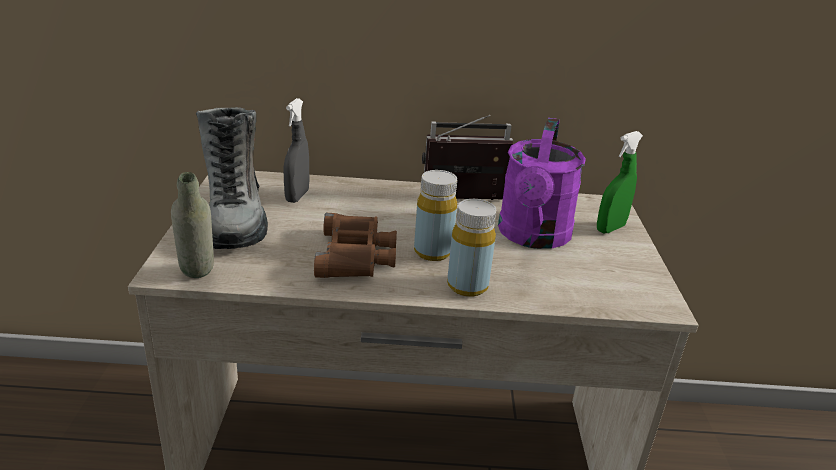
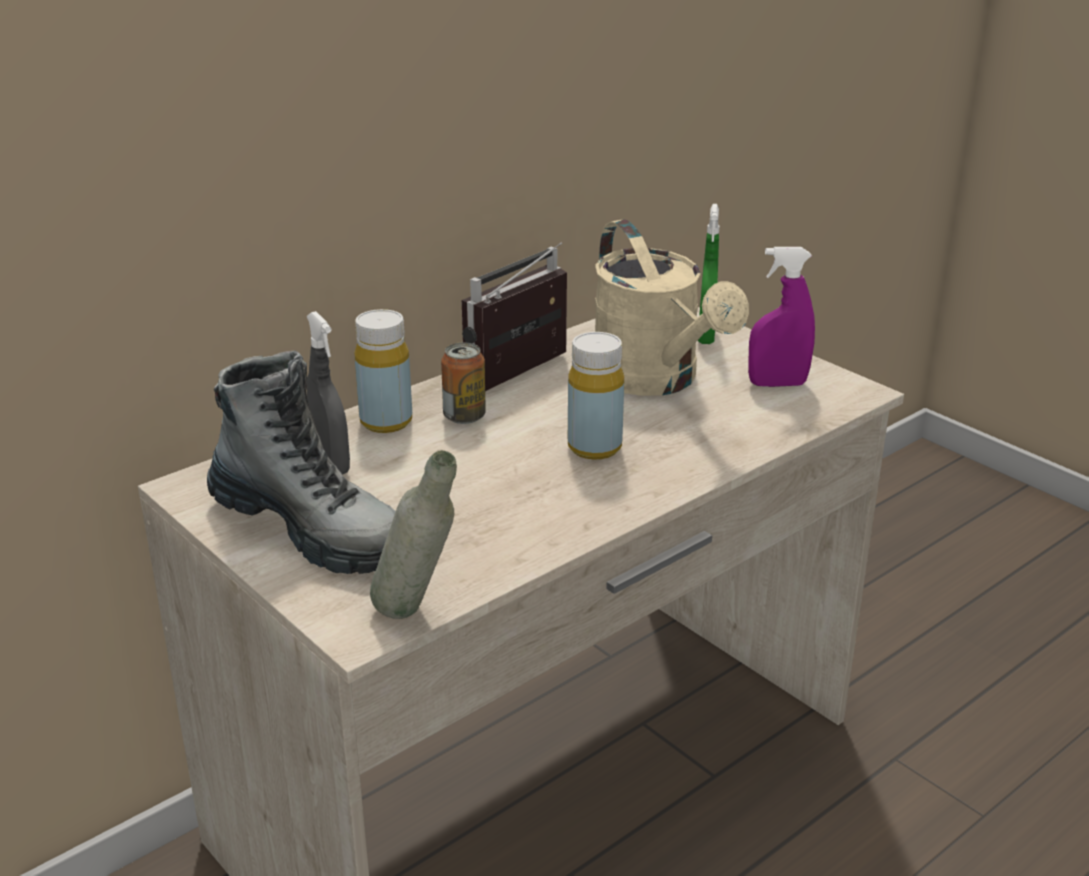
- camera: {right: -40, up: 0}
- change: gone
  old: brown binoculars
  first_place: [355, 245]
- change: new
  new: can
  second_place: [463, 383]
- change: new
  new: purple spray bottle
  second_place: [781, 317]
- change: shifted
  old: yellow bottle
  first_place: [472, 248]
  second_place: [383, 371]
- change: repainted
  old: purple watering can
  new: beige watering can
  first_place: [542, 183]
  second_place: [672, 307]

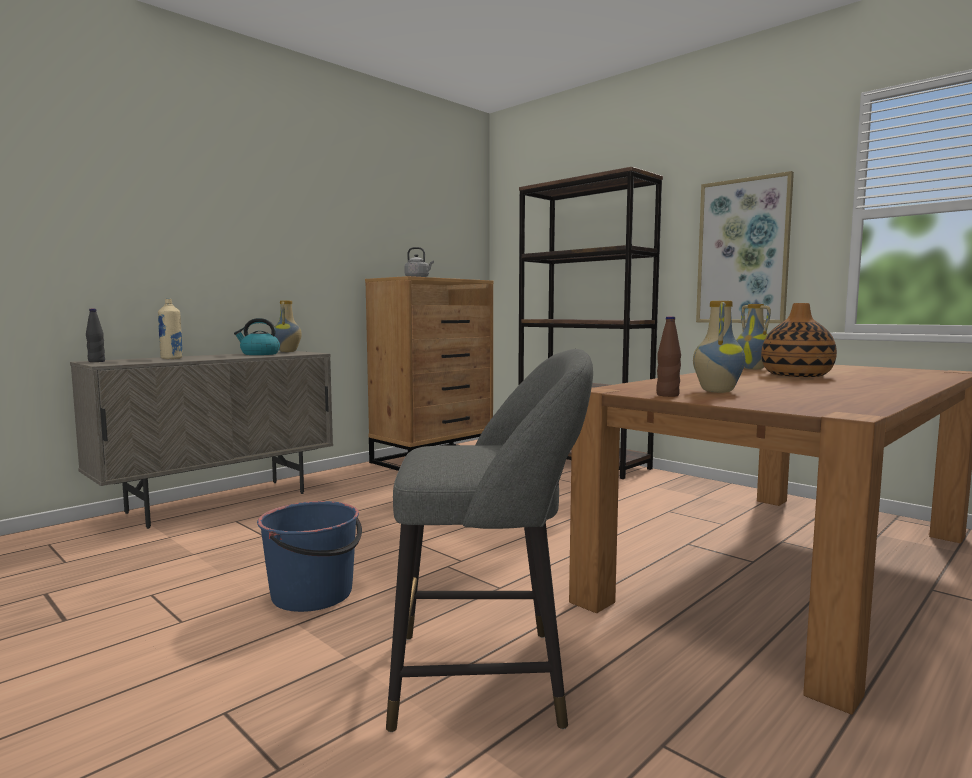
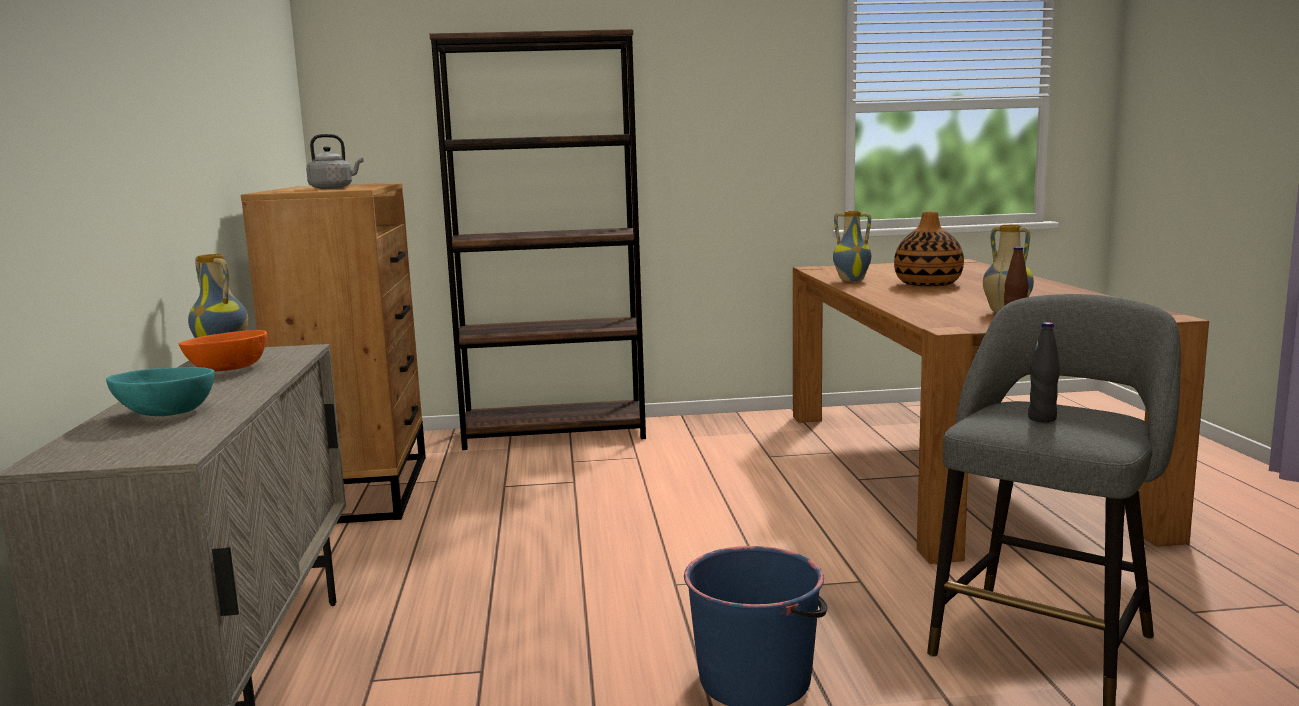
- camera: {right: -50, up: 5}
- change: gone
  old: picture
  first_place: [745, 247]
- change: shifted
  old: black bottle
  first_place: [95, 335]
  second_place: [1044, 372]
- change: swapped
  old: beige bottle
  new: turquoise bowl
  first_place: [170, 329]
  second_place: [160, 391]
- change: swapped
  old: kettle
  new: orange bowl
  first_place: [257, 336]
  second_place: [223, 350]

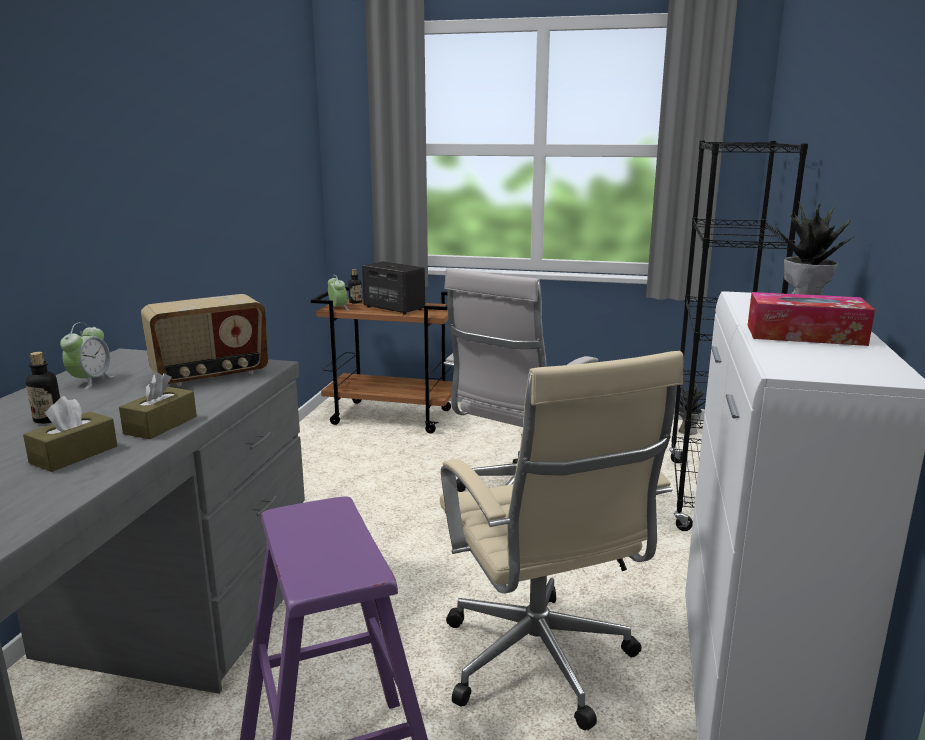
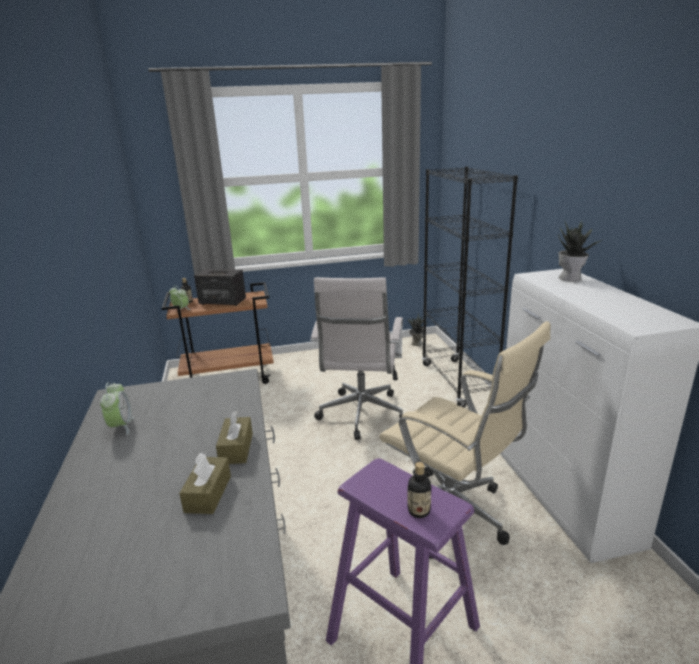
- camera: {right: -25, up: 5}
- change: gone
  old: radio
  first_place: [204, 340]
- change: gone
  old: tissue box
  first_place: [811, 319]
- change: shifted
  old: bottle
  first_place: [43, 388]
  second_place: [419, 490]

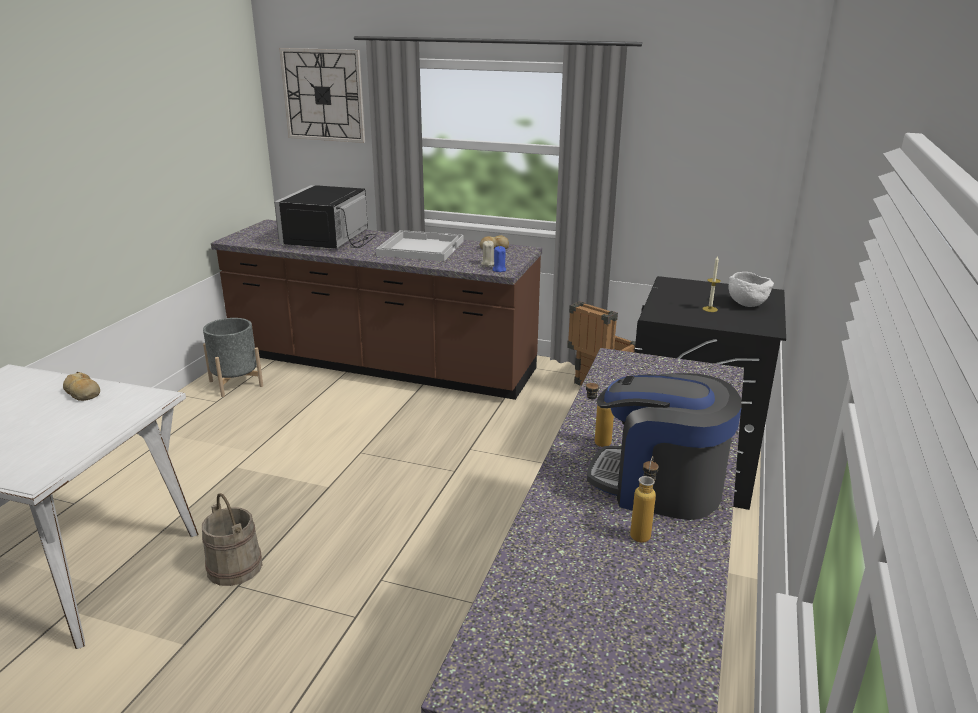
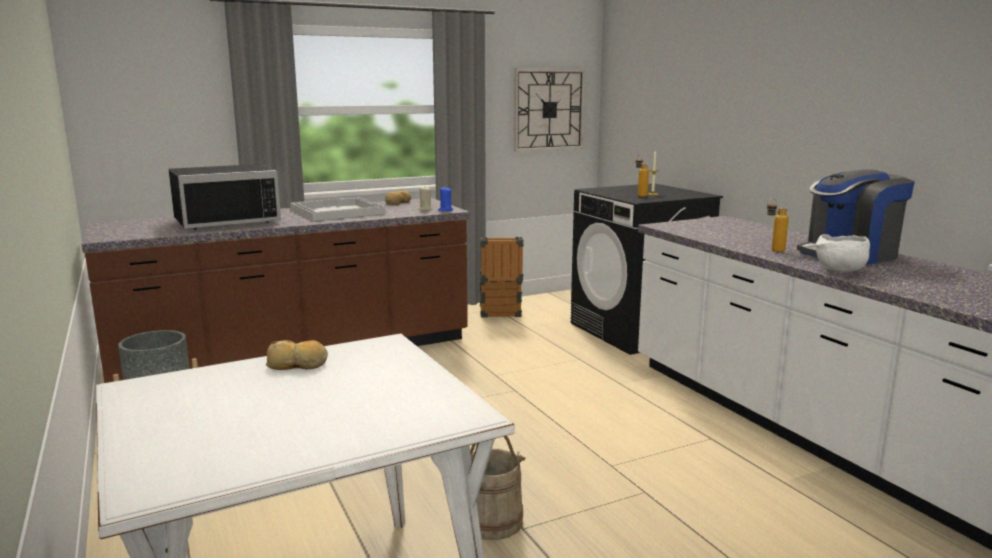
- camera: {right: -45, up: -10}
- change: shifted
  old: wall clock
  first_place: [322, 95]
  second_place: [549, 110]
- change: shifted
  old: bottle
  first_place: [644, 499]
  second_place: [642, 176]
- change: shifted
  old: white bowl
  first_place: [751, 289]
  second_place: [842, 253]
- change: rotated
  old: black microwave
  first_place: [325, 217]
  second_place: [225, 196]
  degrees: -90

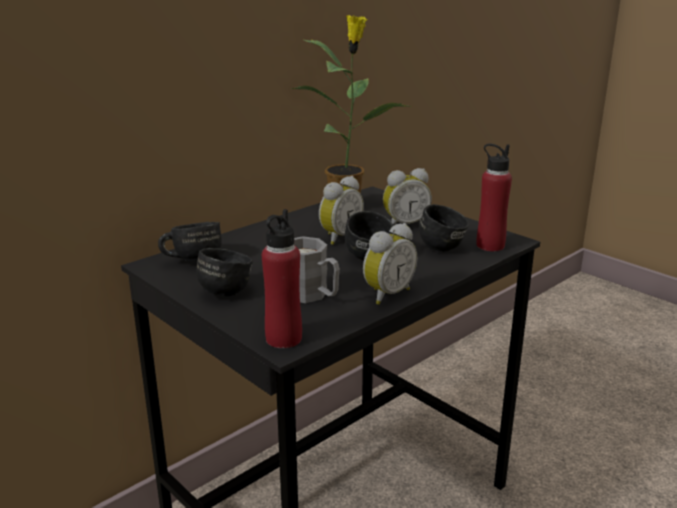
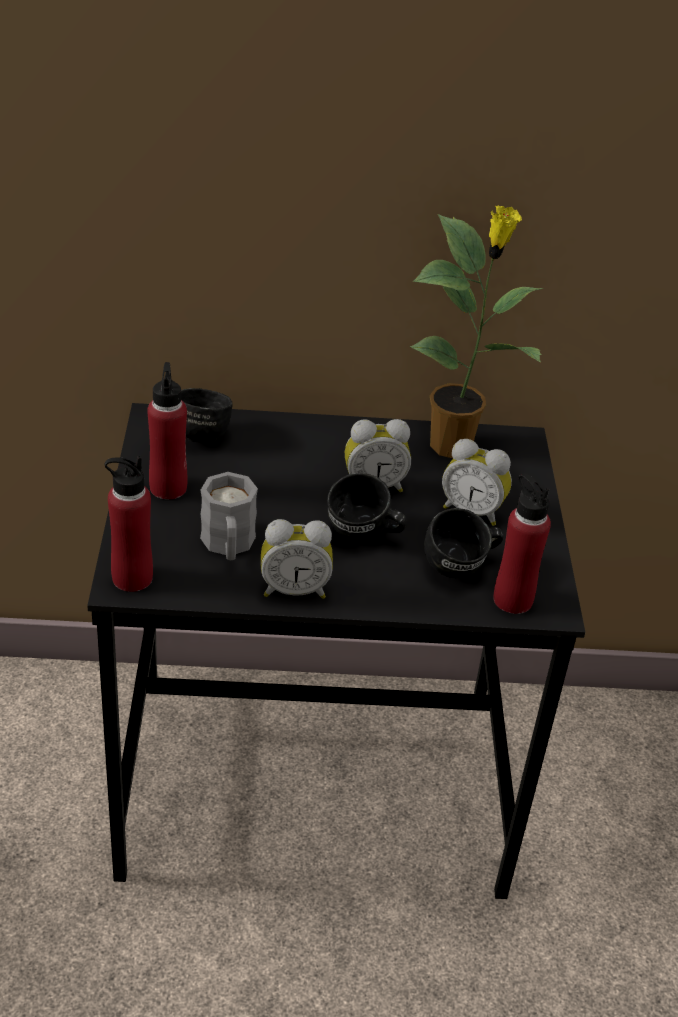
- camera: {right: 40, up: 15}
- change: swapped
  old: black mug
  new: red bottle
  first_place: [224, 272]
  second_place: [167, 430]

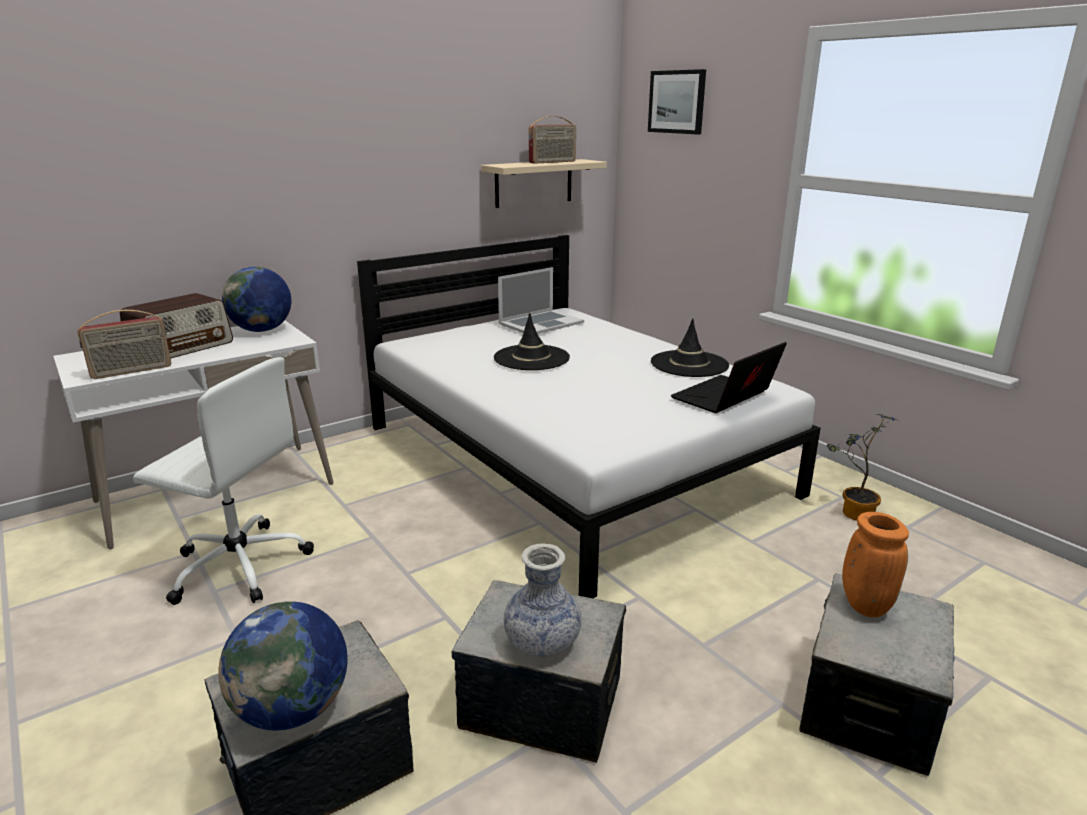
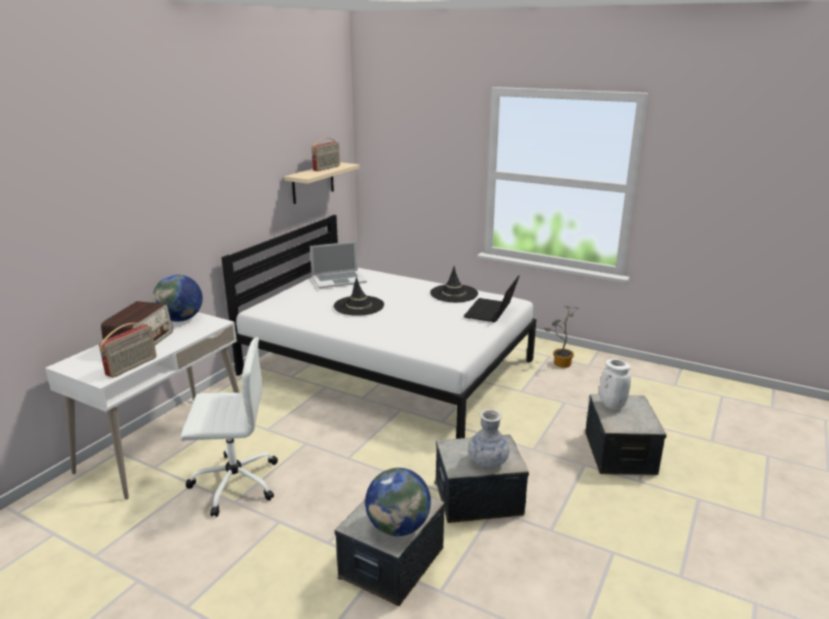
- camera: {right: -25, up: 0}
- change: gone
  old: picture
  first_place: [677, 101]
- change: repainted
  old: orange vase
  new: white vase
  first_place: [875, 564]
  second_place: [615, 384]
- change: rotated
  old: laptop
  first_place: [541, 300]
  second_place: [338, 265]
  degrees: 45

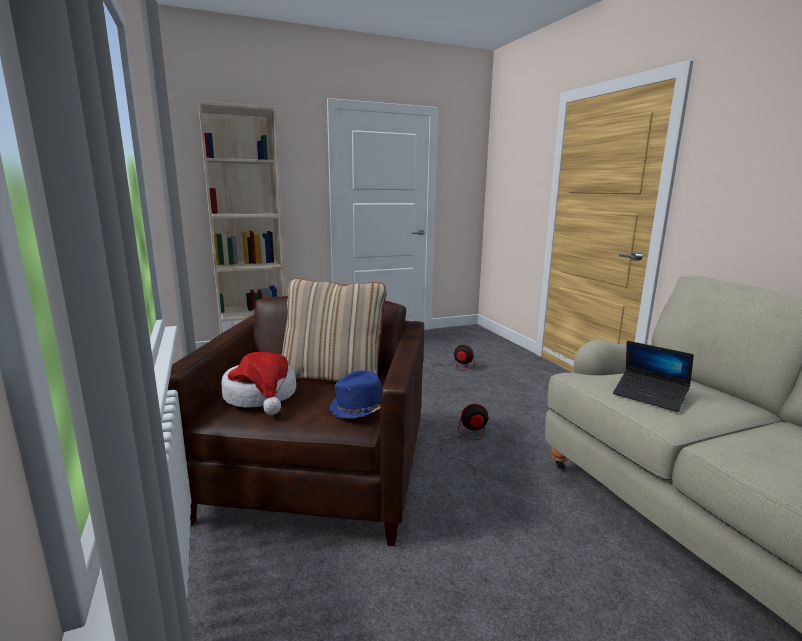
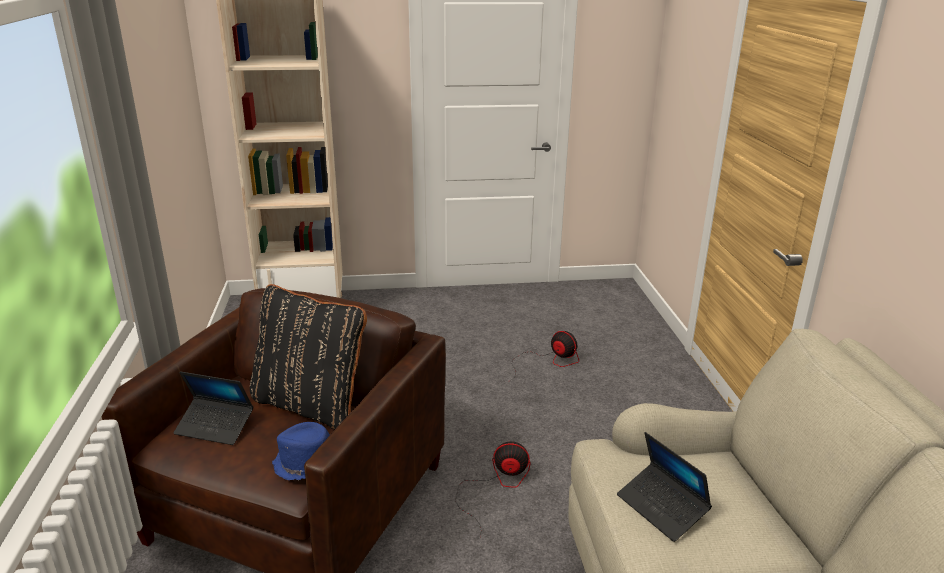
- camera: {right: 15, up: 10}
- change: swapped
  old: hat
  new: laptop
  first_place: [258, 383]
  second_place: [213, 408]
- change: repainted
  old: beige pillow
  new: black pillow
  first_place: [334, 330]
  second_place: [308, 356]

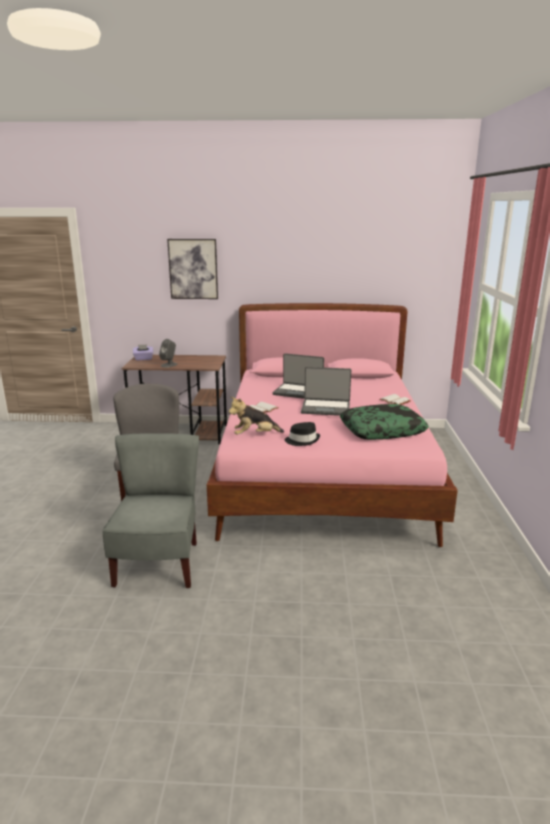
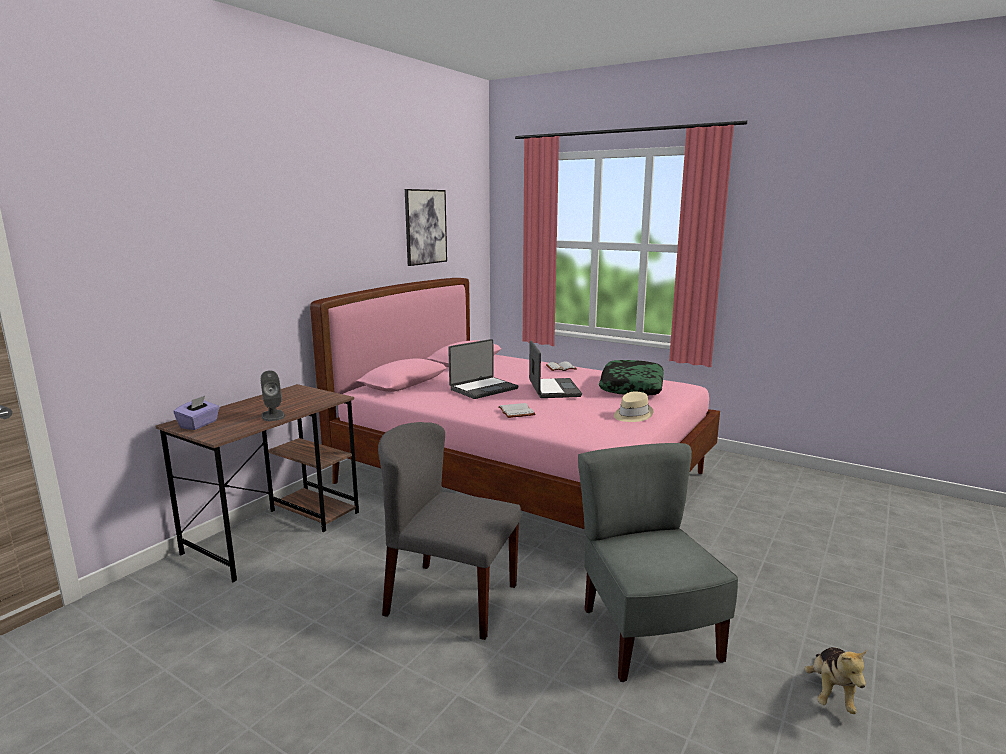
- camera: {right: -60, up: -5}
- change: shifted
  old: picture
  first_place: [192, 269]
  second_place: [426, 227]
- change: shifted
  old: plush toy
  first_place: [256, 416]
  second_place: [836, 680]
- change: repainted
  old: black hat
  new: beige hat
  first_place: [302, 434]
  second_place: [633, 407]
- change: rotated
  old: grey chair
  first_place: [151, 510]
  second_place: [658, 562]
  degrees: 45
- change: rotated
  old: laptop
  first_place: [326, 391]
  second_place: [555, 369]
  degrees: -45

